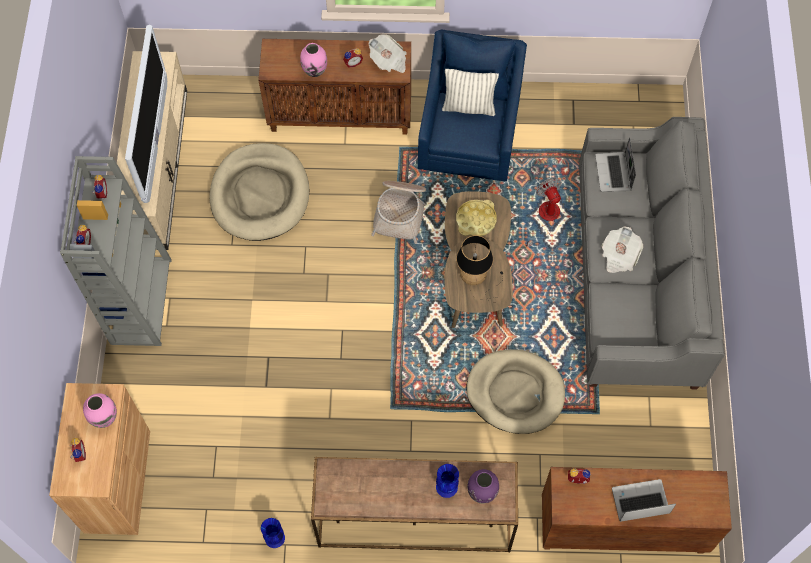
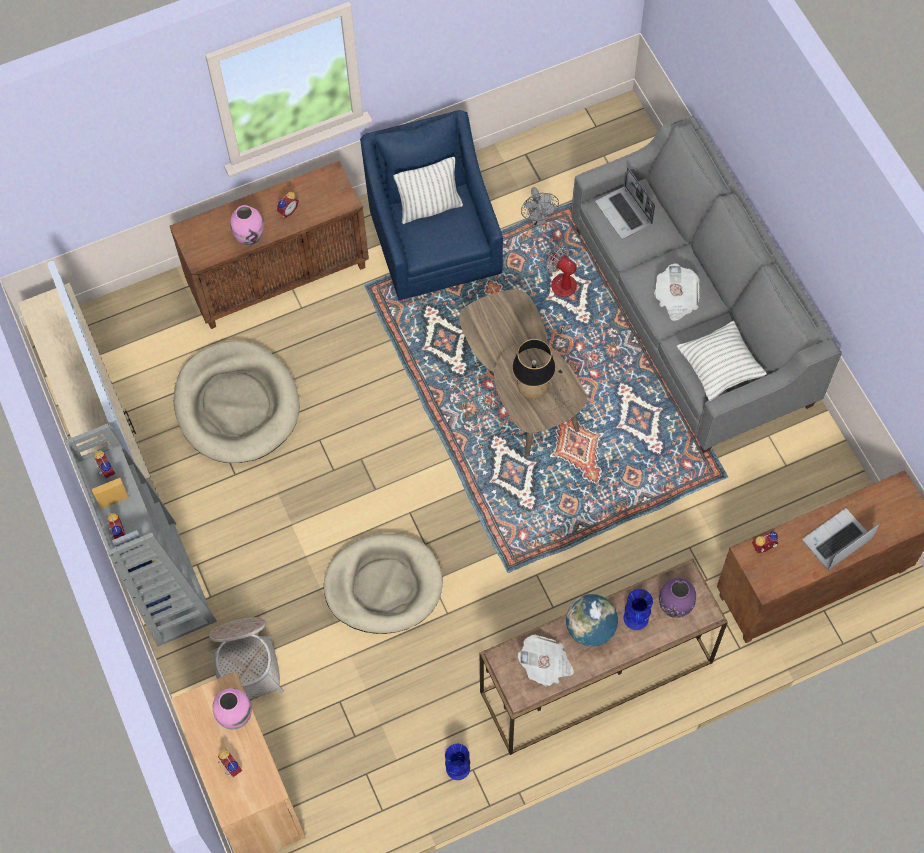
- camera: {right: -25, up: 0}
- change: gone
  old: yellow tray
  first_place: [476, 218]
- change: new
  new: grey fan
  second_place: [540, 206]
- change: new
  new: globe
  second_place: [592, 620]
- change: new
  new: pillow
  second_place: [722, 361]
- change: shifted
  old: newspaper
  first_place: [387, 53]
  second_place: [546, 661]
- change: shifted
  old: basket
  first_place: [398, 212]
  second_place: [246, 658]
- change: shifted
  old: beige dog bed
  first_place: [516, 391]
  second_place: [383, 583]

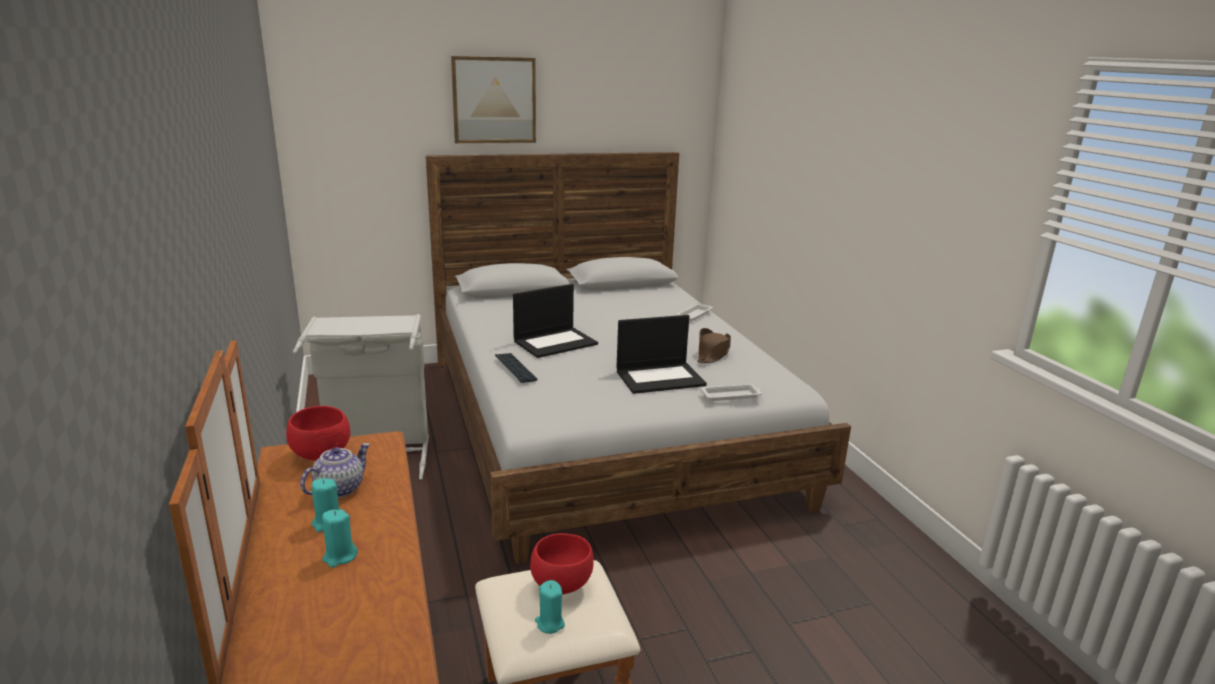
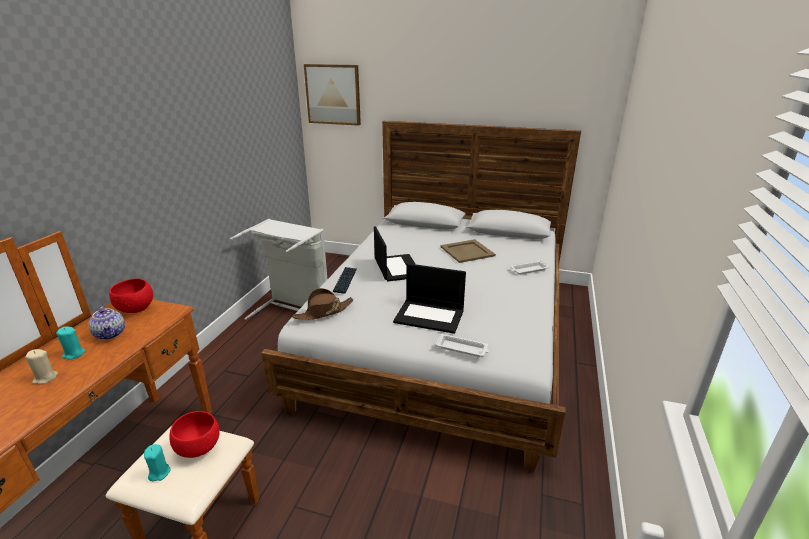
- camera: {right: 35, up: 5}
- change: new
  new: beige tray
  second_place: [468, 251]
- change: shifted
  old: picture
  first_place: [493, 99]
  second_place: [332, 95]
- change: shifted
  old: brown hat
  first_place: [714, 345]
  second_place: [323, 304]
- change: repainted
  old: turquoise candle
  new: beige candle
  first_place: [340, 539]
  second_place: [41, 366]
- change: rotated
  old: teapot
  first_place: [335, 470]
  second_place: [106, 322]
  degrees: 75
- change: rotated
  old: laptop
  first_place: [555, 321]
  second_place: [394, 254]
  degrees: -105

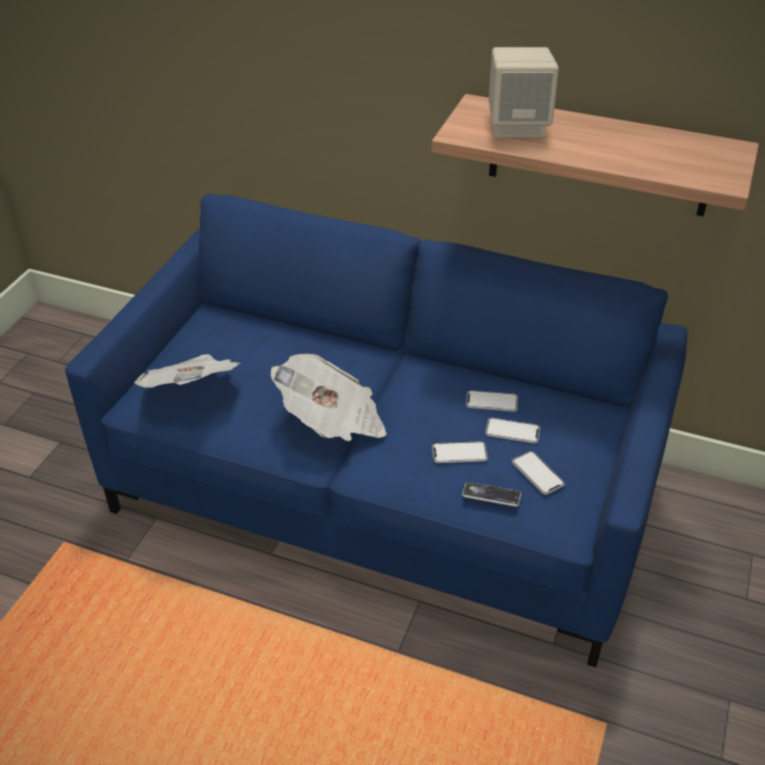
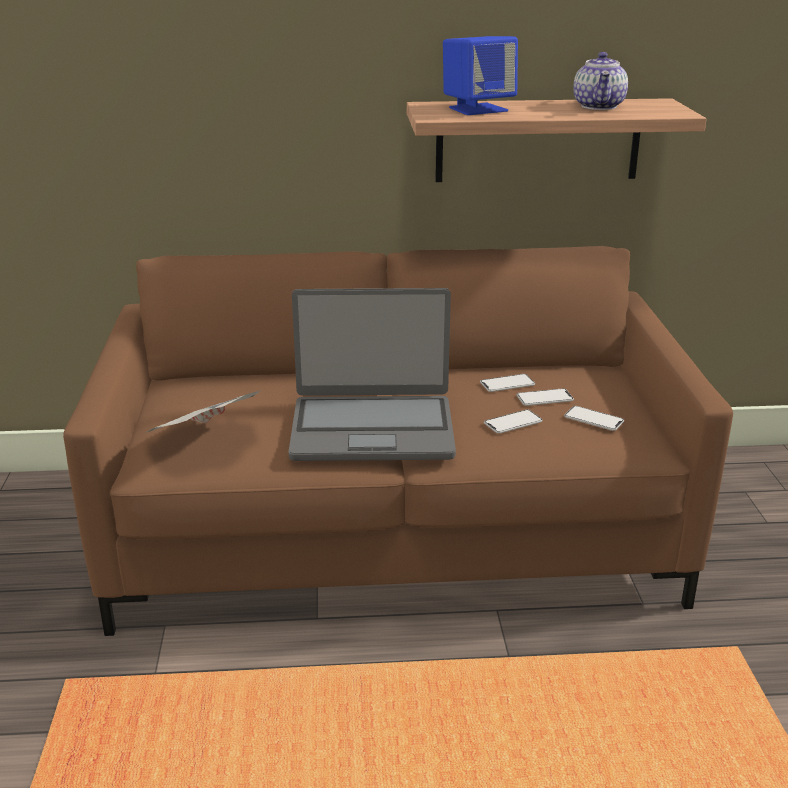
- camera: {right: -25, up: -15}
- change: gone
  old: phone
  first_place: [491, 494]
- change: new
  new: teapot
  second_place: [600, 81]
- change: swapped
  old: newspaper
  new: laptop
  first_place: [328, 397]
  second_place: [372, 374]
- change: repainted
  old: blue sofa
  new: brown sofa
  first_place: [376, 430]
  second_place: [398, 441]
- change: repainted
  old: beige speaker
  new: blue speaker
  first_place: [524, 92]
  second_place: [480, 75]

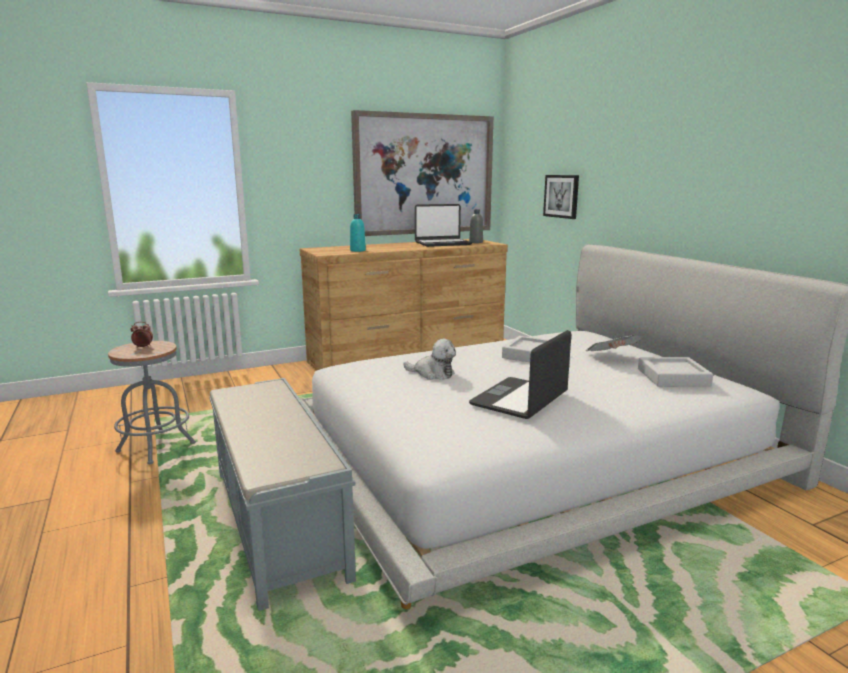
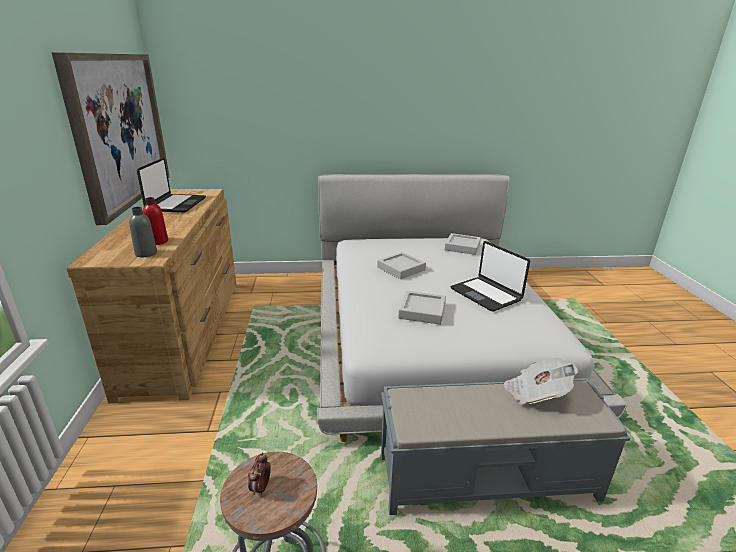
- camera: {right: -70, up: 10}
- change: gone
  old: picture
  first_place: [561, 197]
- change: shifted
  old: grey bottle
  first_place: [476, 226]
  second_place: [143, 232]
- change: shifted
  old: newspaper
  first_place: [615, 343]
  second_place: [541, 381]
- change: swapped
  old: plush toy
  new: grey tray
  first_place: [429, 359]
  second_place: [422, 308]
- change: repainted
  old: turquoise bottle
  new: red bottle
  first_place: [358, 233]
  second_place: [155, 221]

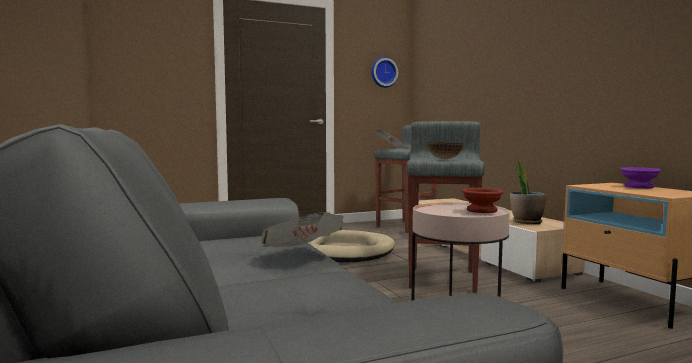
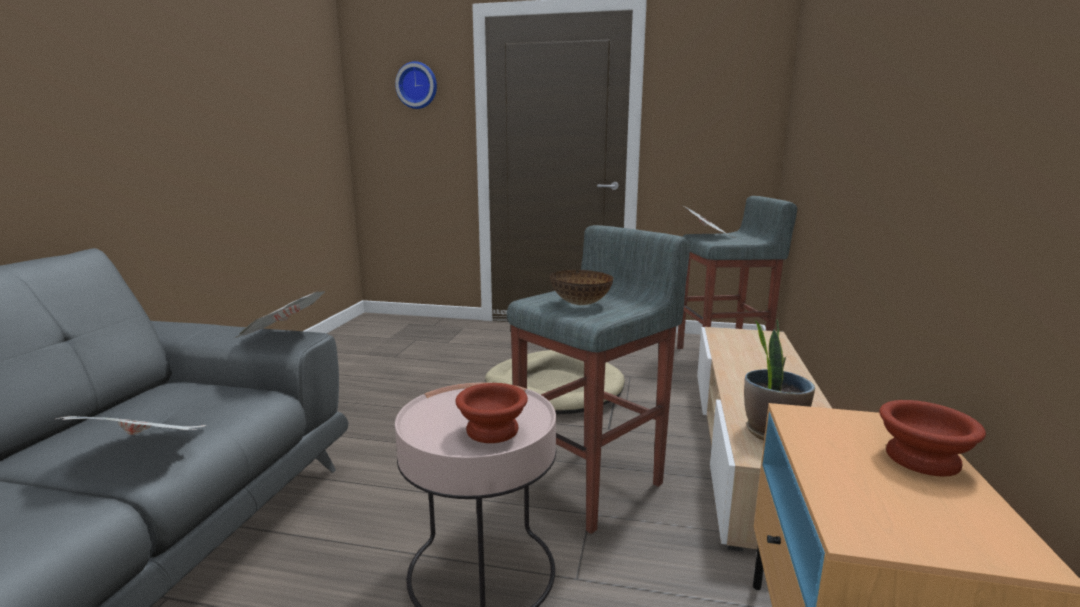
- camera: {right: 35, up: 10}
- change: new
  new: newspaper
  second_place: [280, 314]
- change: shifted
  old: wall clock
  first_place: [384, 72]
  second_place: [416, 85]
- change: repainted
  old: purple bowl
  new: brown bowl
  first_place: [640, 177]
  second_place: [932, 438]

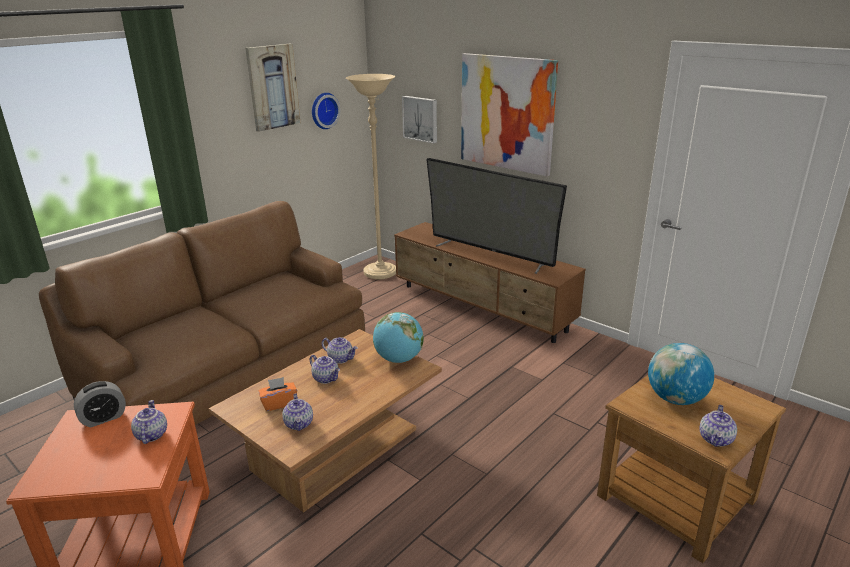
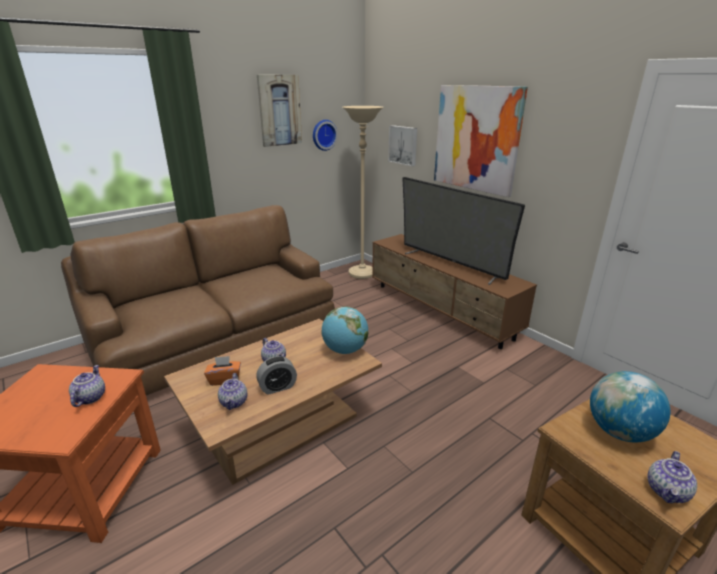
- camera: {right: 10, up: 0}
- change: gone
  old: teapot
  first_place: [340, 350]
- change: shifted
  old: alarm clock
  first_place: [100, 404]
  second_place: [276, 375]

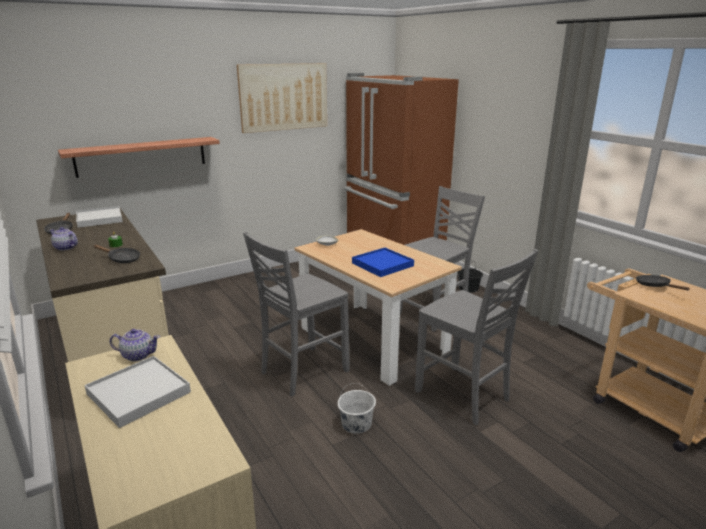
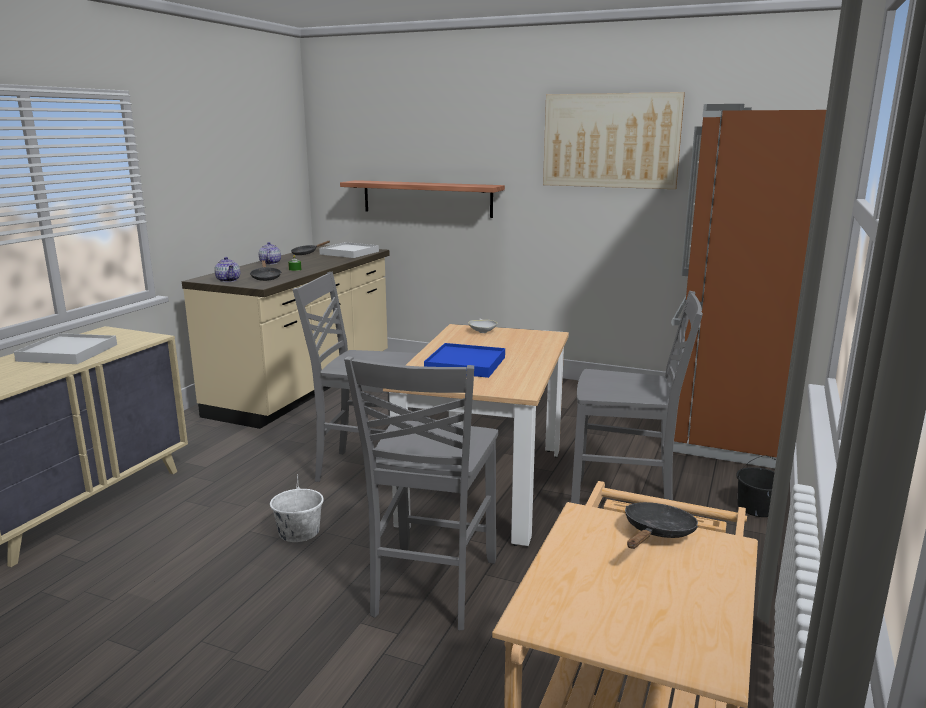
- camera: {right: 55, up: -5}
- change: shifted
  old: teapot
  first_place: [135, 345]
  second_place: [227, 269]

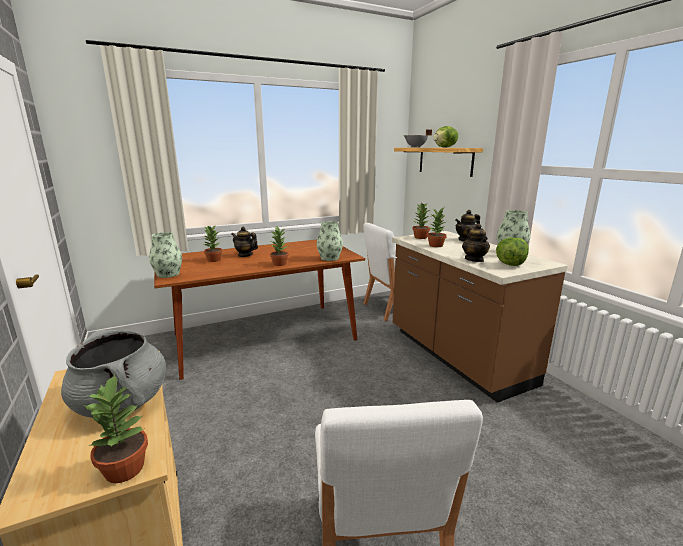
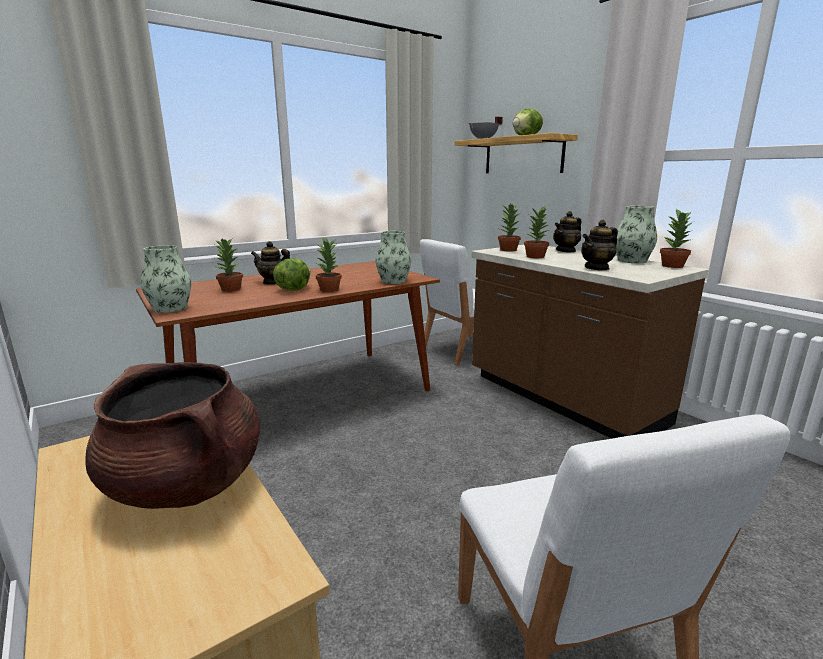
- camera: {right: -10, up: 0}
- change: shifted
  old: potted plant
  first_place: [115, 428]
  second_place: [676, 238]
- change: shifted
  old: lettuce
  first_place: [512, 252]
  second_place: [292, 275]
- change: repainted
  old: grey cooking pot
  new: brown cooking pot
  first_place: [113, 374]
  second_place: [172, 435]
- change: rotated
  old: teapot
  first_place: [476, 242]
  second_place: [599, 245]
  degrees: 75

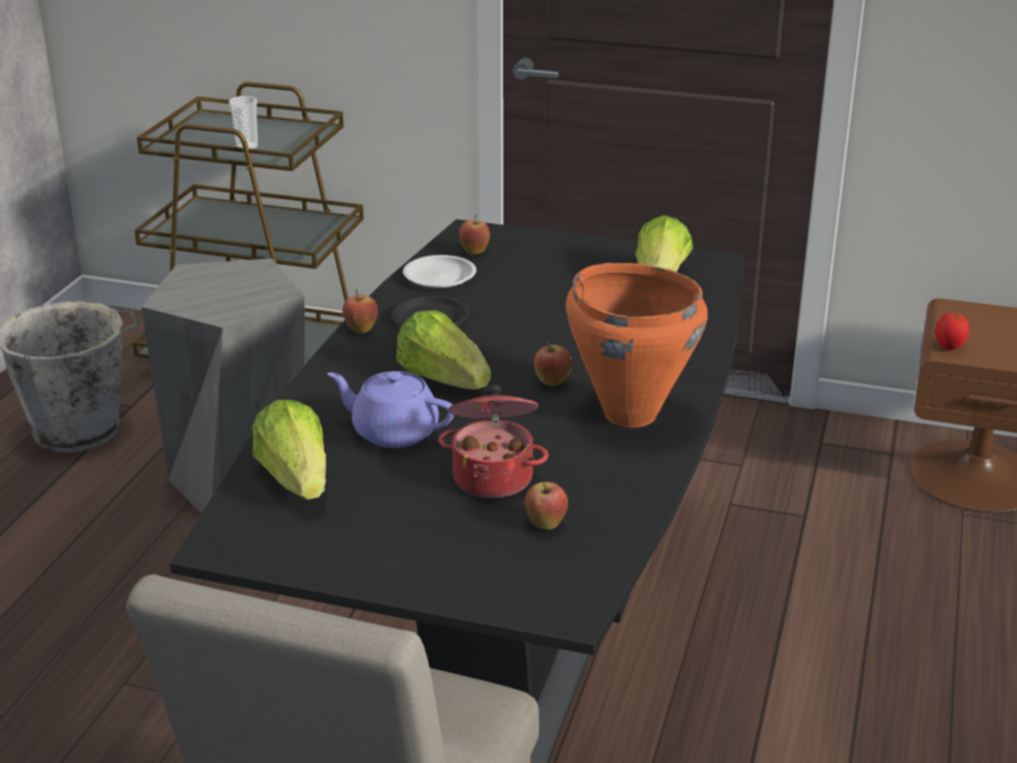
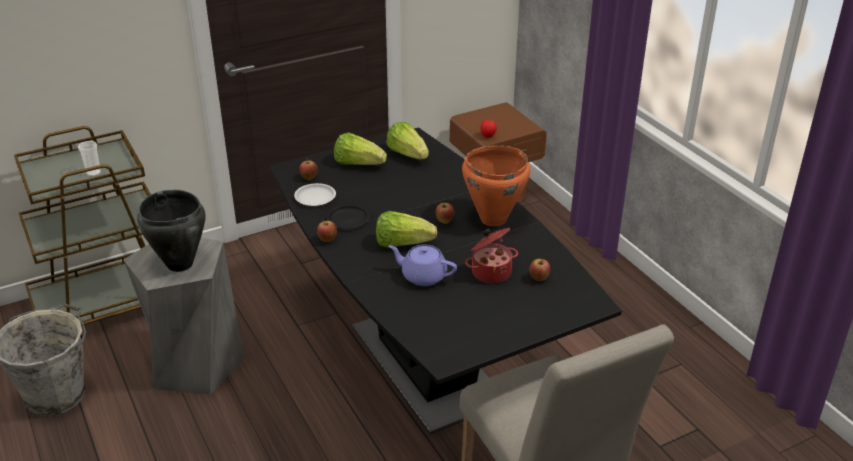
- camera: {right: -45, up: 5}
- change: new
  new: black cooking pot
  second_place: [171, 231]
- change: shifted
  old: lettuce
  first_place: [289, 450]
  second_place: [360, 149]
- change: rotated
  old: purple teapot
  first_place: [390, 409]
  second_place: [423, 265]
  degrees: 45

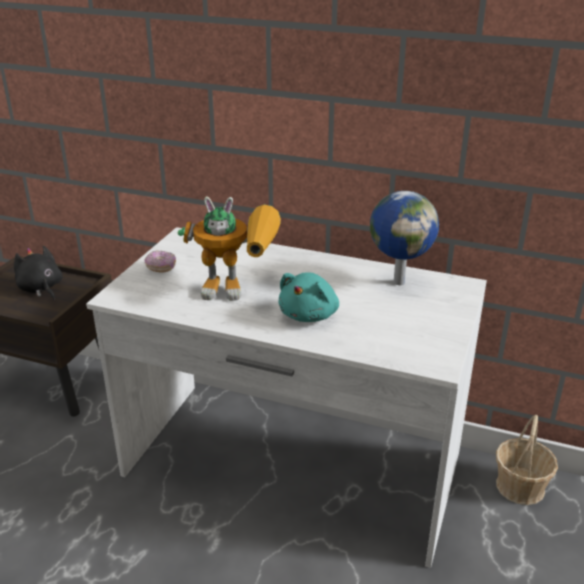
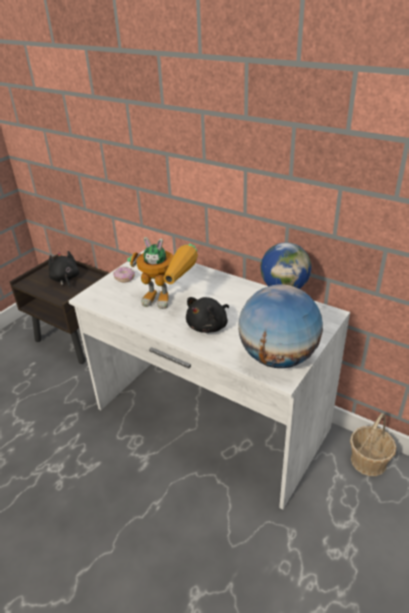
- camera: {right: 15, up: 5}
- change: new
  new: globe
  second_place: [280, 326]
- change: repainted
  old: turquoise plush toy
  new: black plush toy
  first_place: [308, 297]
  second_place: [207, 315]

